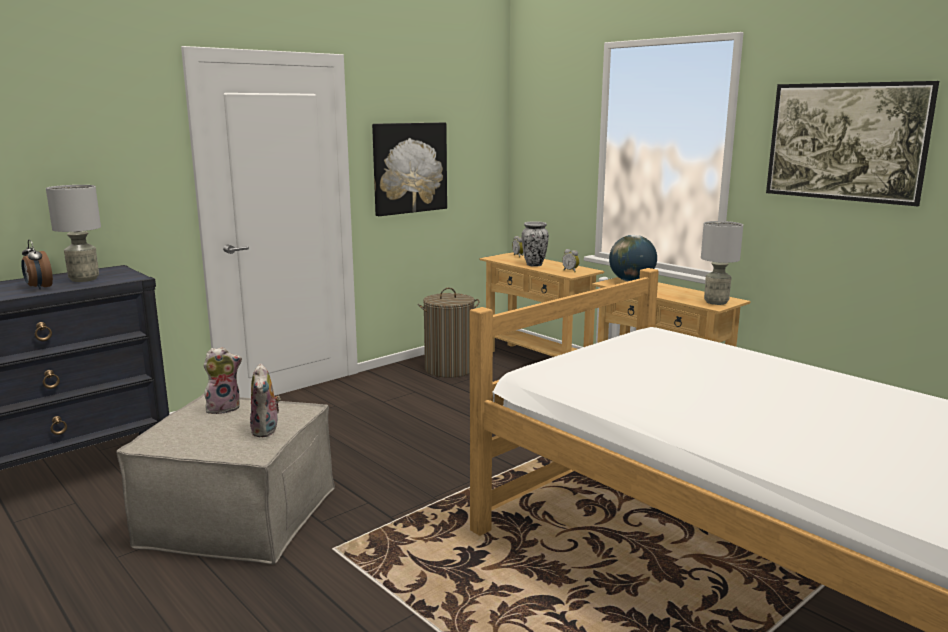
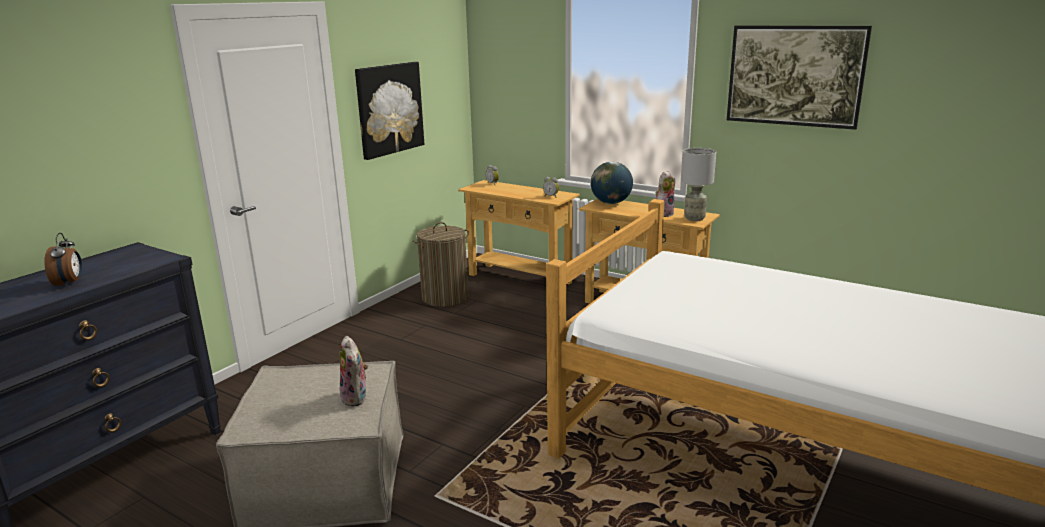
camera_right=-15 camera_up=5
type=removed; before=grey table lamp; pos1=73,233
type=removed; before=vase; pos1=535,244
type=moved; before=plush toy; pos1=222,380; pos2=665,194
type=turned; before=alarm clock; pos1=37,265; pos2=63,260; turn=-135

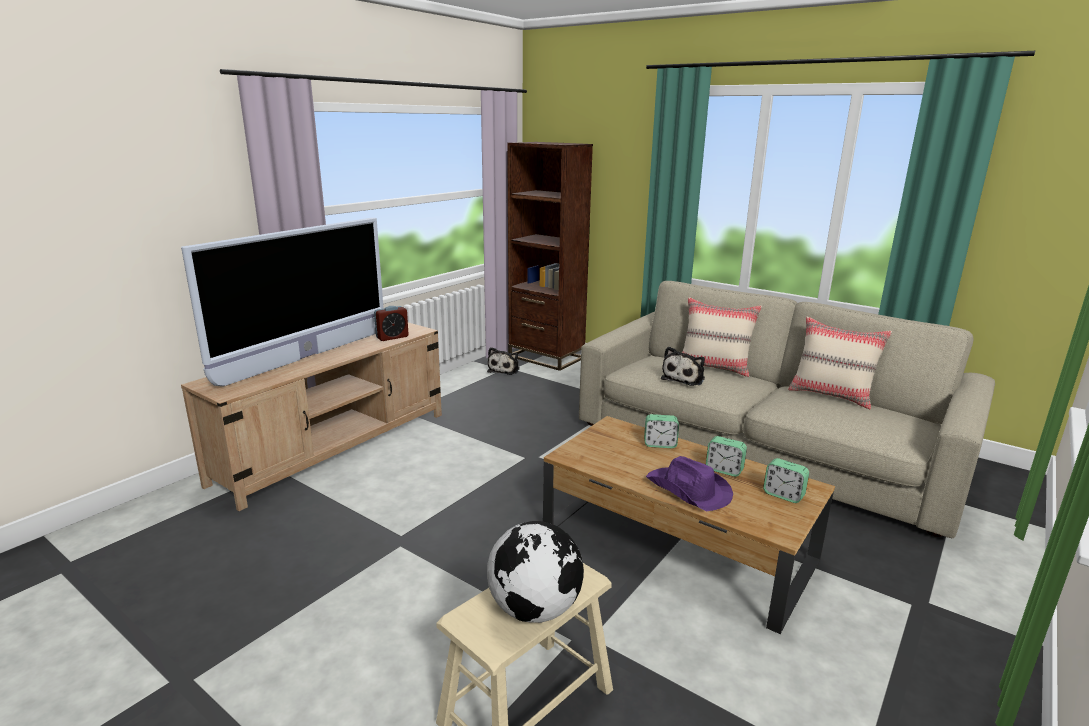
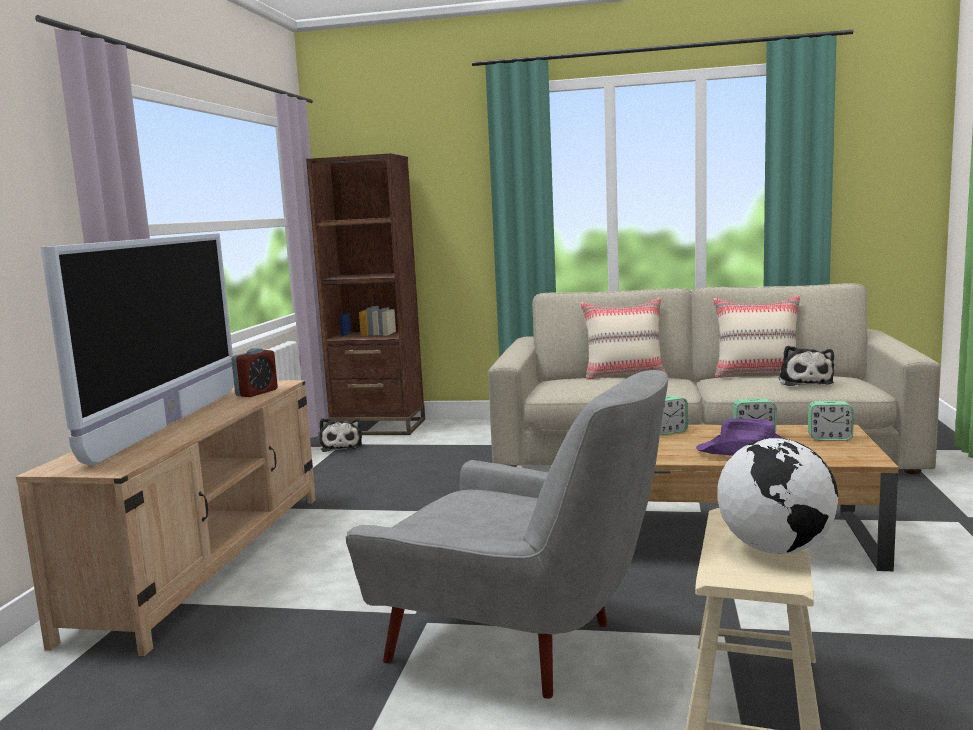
camera_right=-25 camera_up=-10
type=added; after=grey armchair; pos2=507,534
type=moved; before=plush toy; pos1=683,366; pos2=806,365

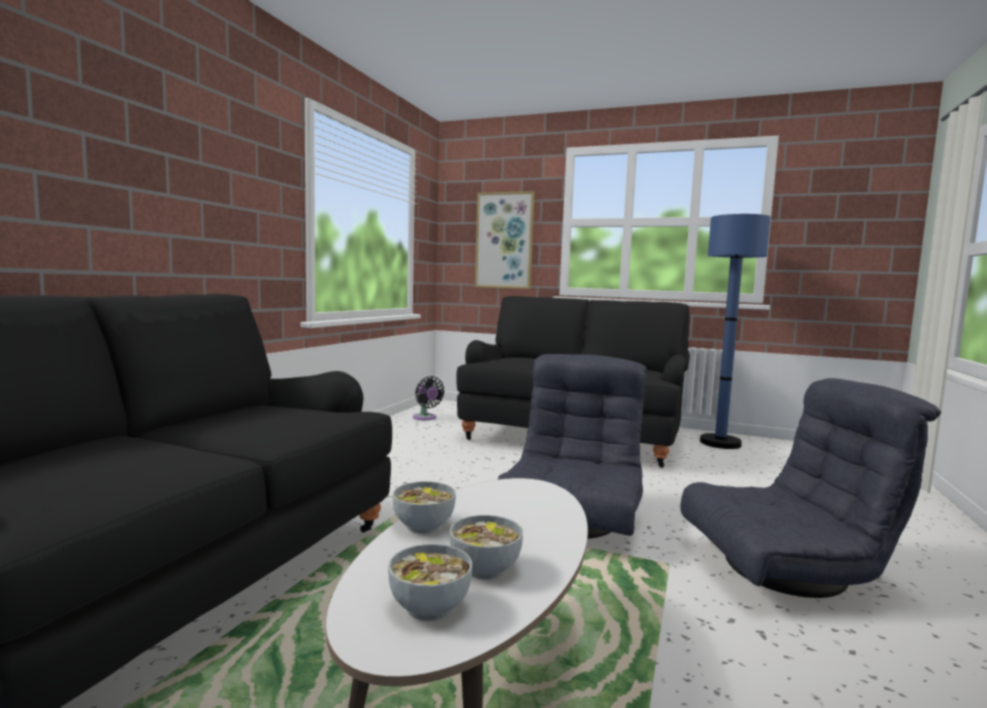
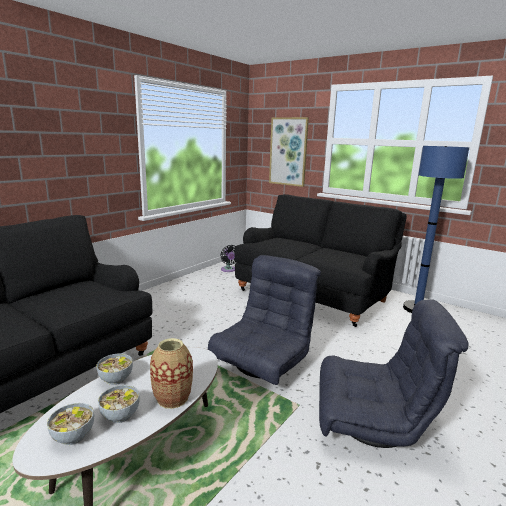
camera_right=15 camera_up=10
type=added; after=vase; pos2=171,373

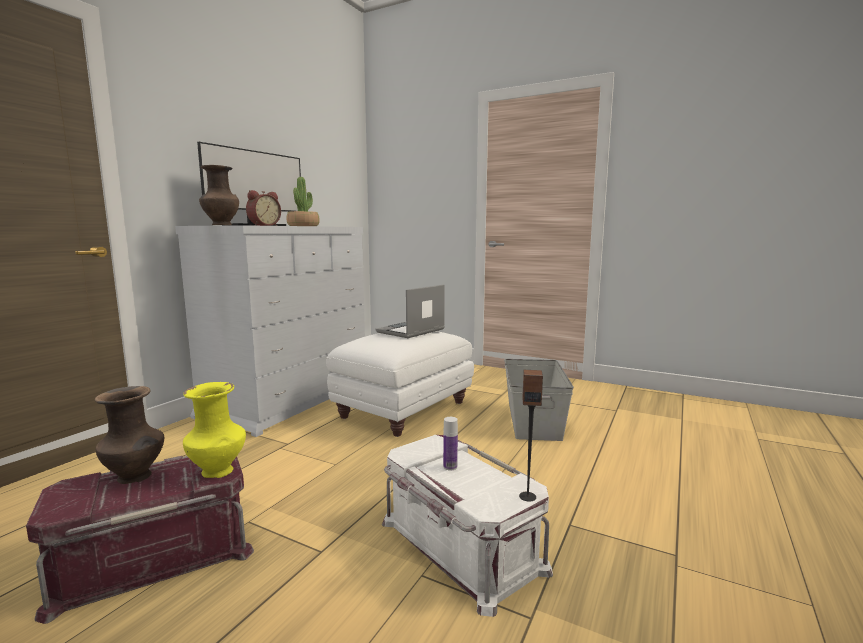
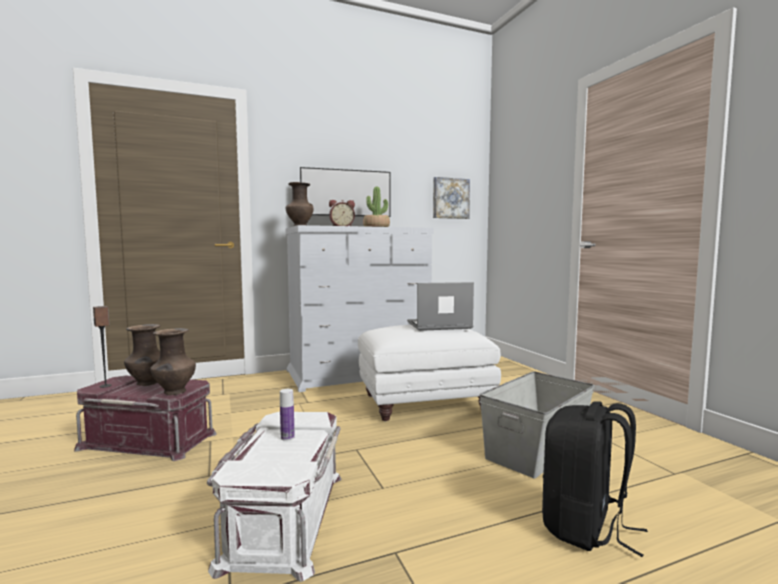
camera_right=40 camera_up=-5
type=added; after=picture; pos2=451,198
type=added; after=black backpack; pos2=595,479
type=moved; before=speaker; pos1=531,436; pos2=102,347
type=recoloured; before=yellow vase; after=brown vase; pos1=214,430; pos2=173,361

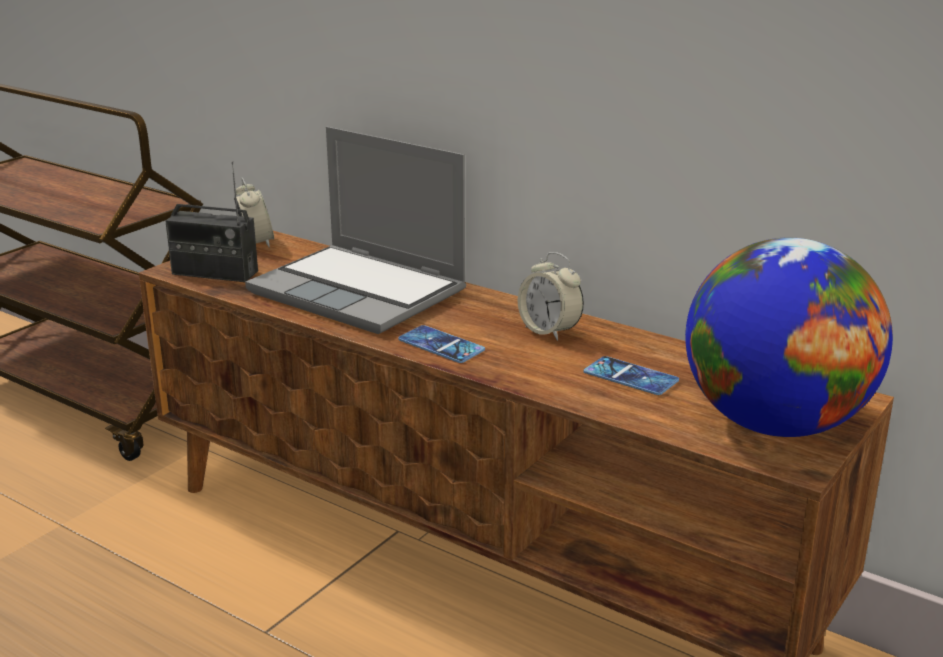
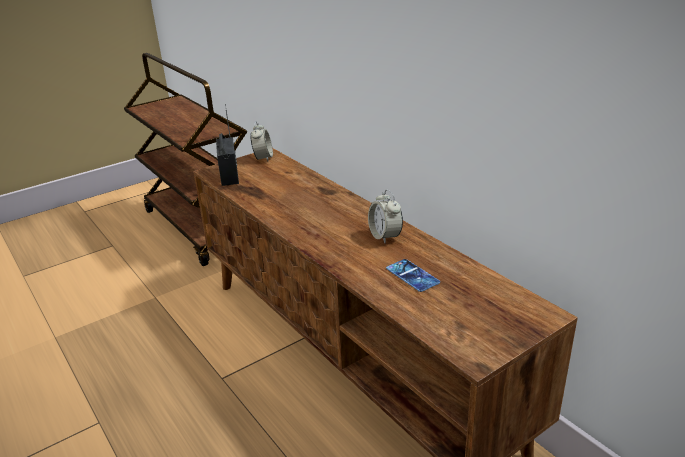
camera_right=20 camera_up=5
type=removed; before=laptop; pos1=355,230
type=removed; before=phone; pos1=441,344
type=removed; before=globe; pos1=789,337
type=turned; before=radio; pos1=211,221; pos2=227,145; turn=-135

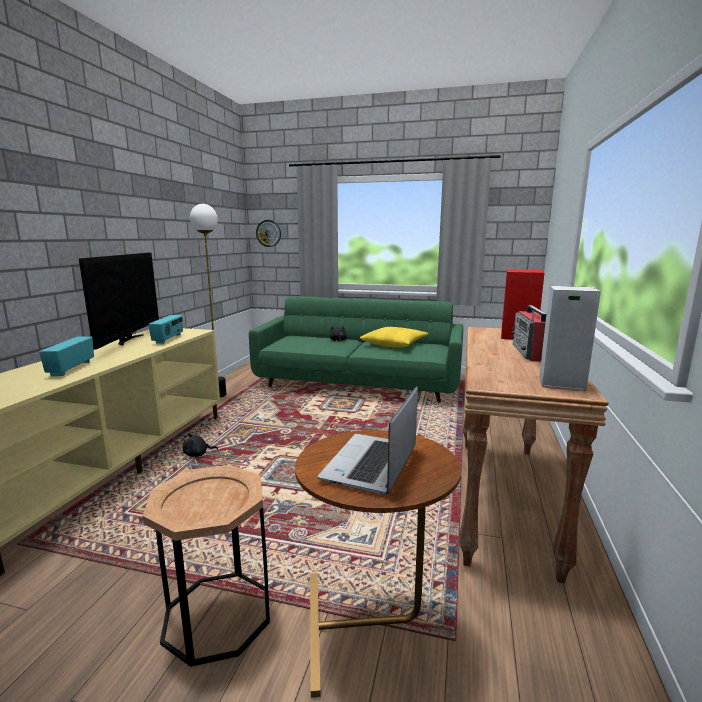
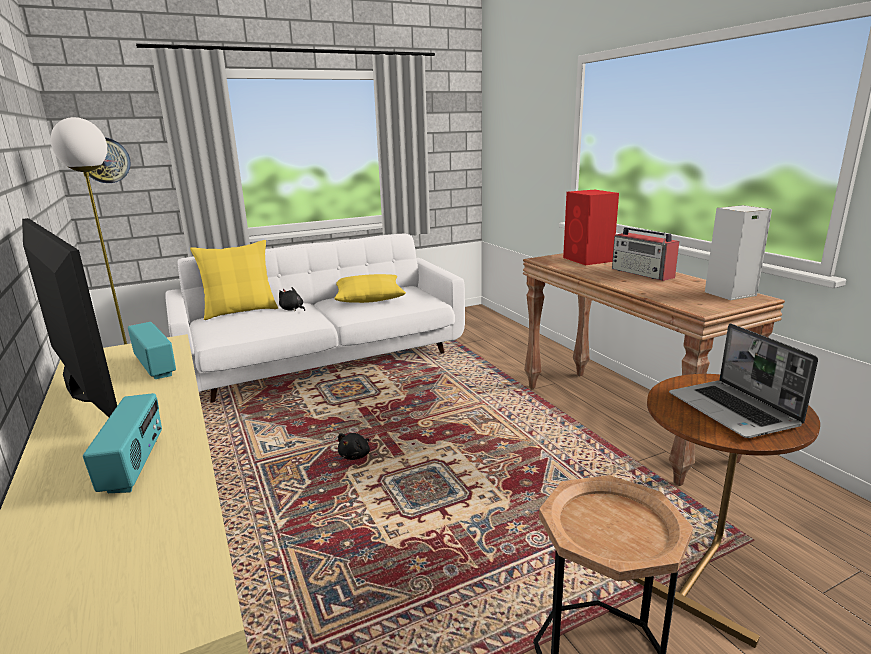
camera_right=-40 camera_up=5
type=added; after=yellow pillow; pos2=234,280
type=moved; before=black plush toy; pos1=200,445; pos2=354,446
type=recoloured; before=green sofa; after=white sofa; pos1=356,349; pos2=315,318
type=turned; before=radio; pos1=66,356; pos2=122,443; turn=-150

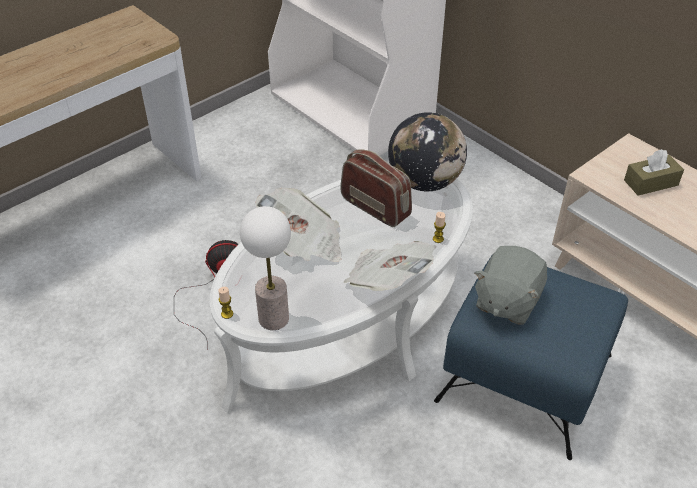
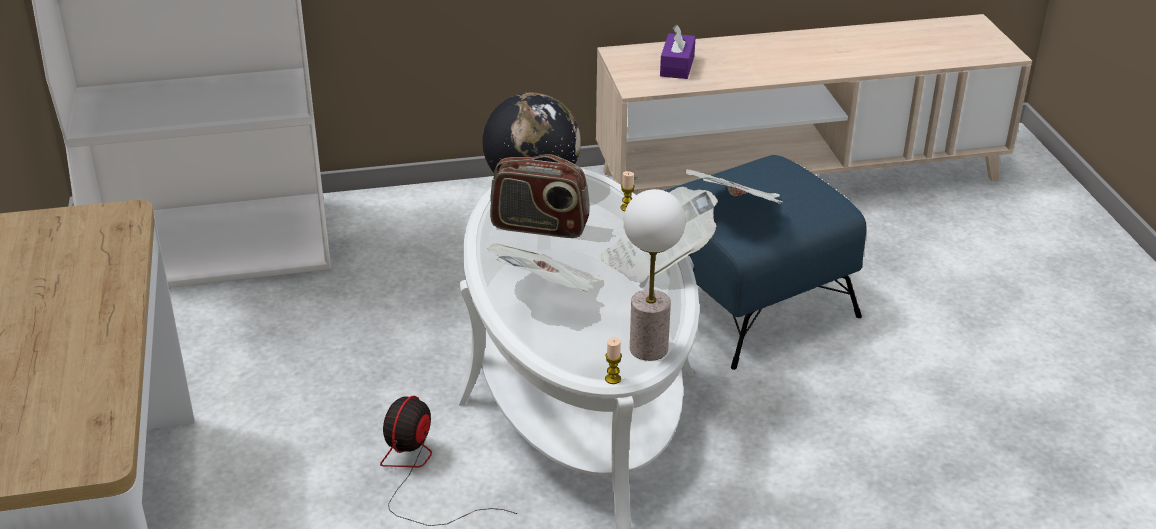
camera_right=-60 camera_up=-10
type=replaced; before=grey plush toy; after=newspaper; pos1=510,285; pos2=733,186
type=recoloured; before=brown tissue box; after=purple tissue box; pos1=654,172; pos2=678,52
type=turned; before=radio; pos1=376,188; pos2=540,196; turn=-150

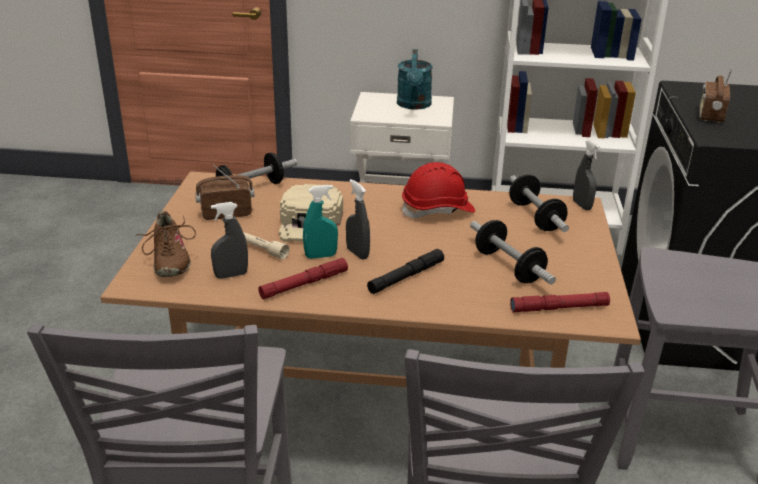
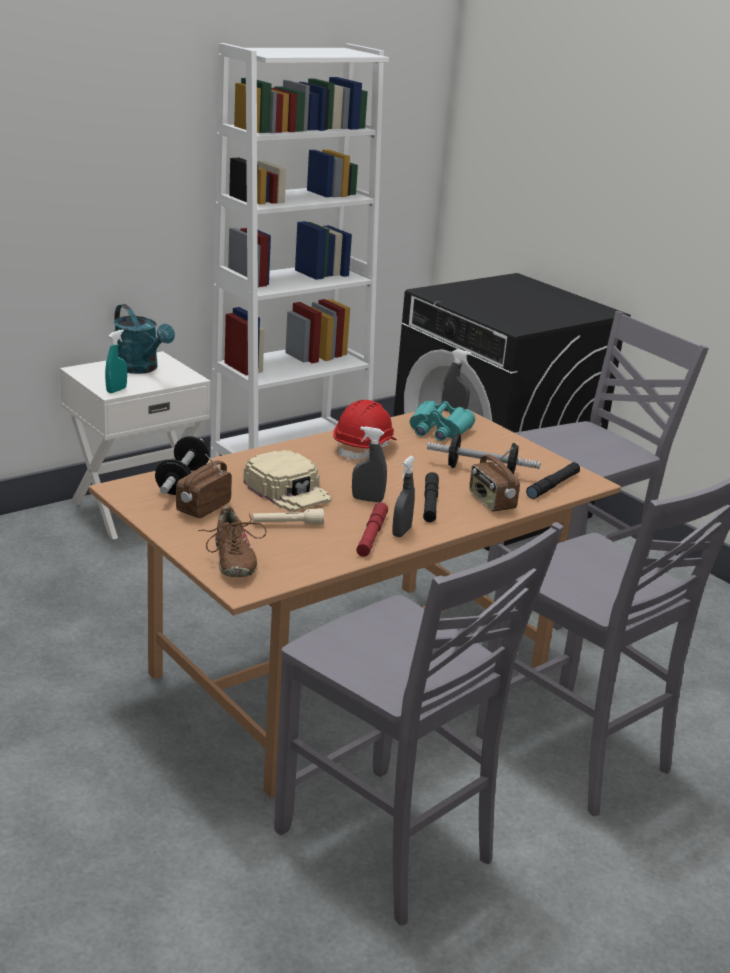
camera_right=-45 camera_up=-5
type=moved; before=grey spray bottle; pos1=229,240; pos2=403,496
type=moved; before=turquoise spray bottle; pos1=320,222; pos2=116,361
type=moved; before=radio; pos1=716,96; pos2=494,480
type=replaced; before=dumbbell; after=turquoise binoculars; pos1=539,203; pos2=442,421
type=recoloured; before=red flashlight; after=black flashlight; pos1=560,302; pos2=553,480
type=turned; before=brown shoe; pos1=165,244; pos2=232,541; turn=45

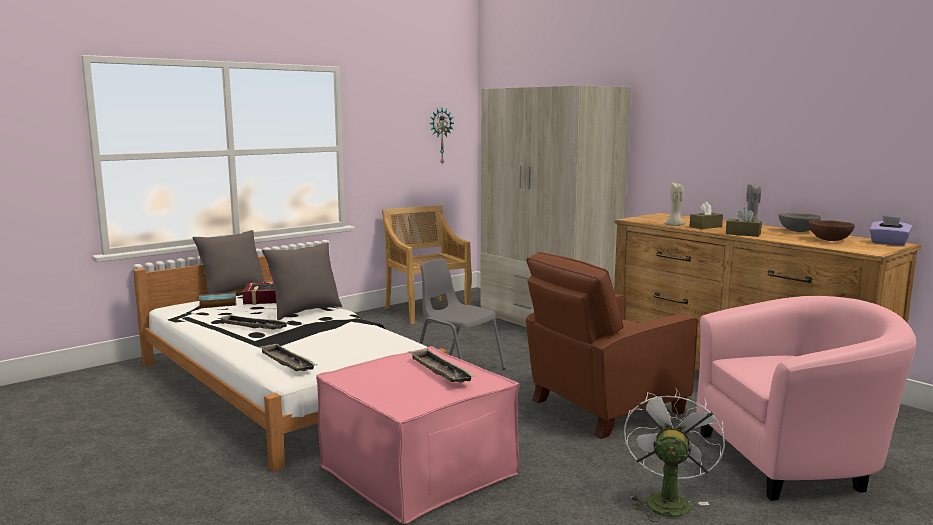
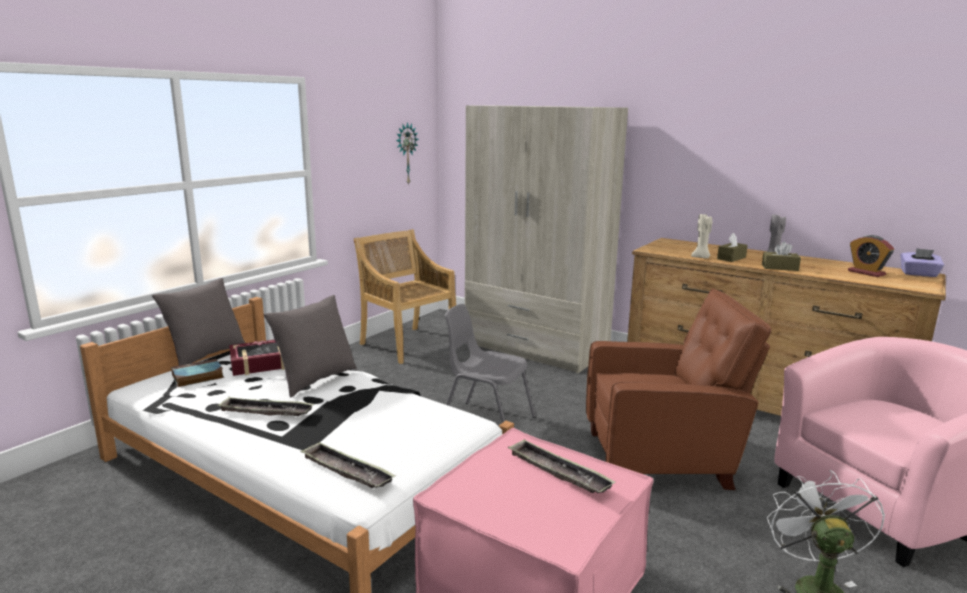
camera_right=-15 camera_up=5
type=removed; before=grey bowl; pos1=800,222
type=replaced; before=brown bowl; after=alarm clock; pos1=832,230; pos2=871,256
type=turned; before=brown armchair; pos1=612,345; pos2=678,389; turn=-135

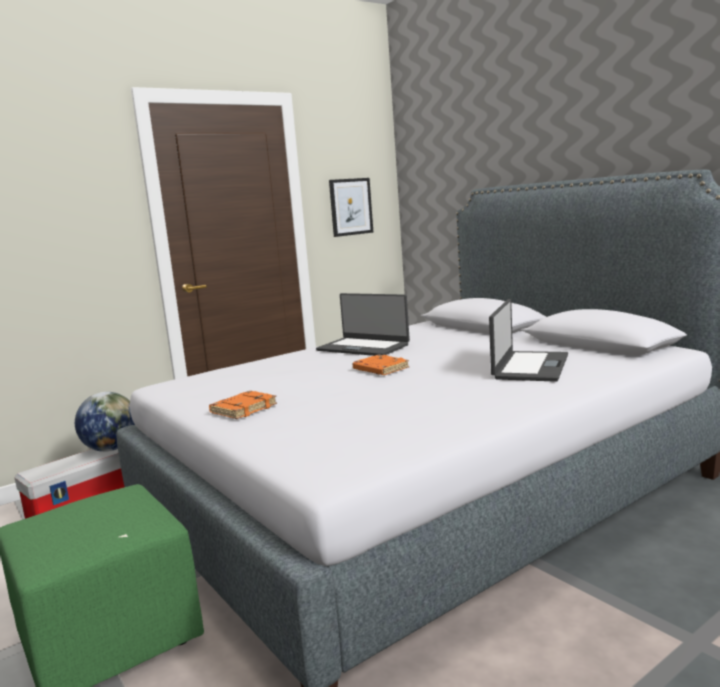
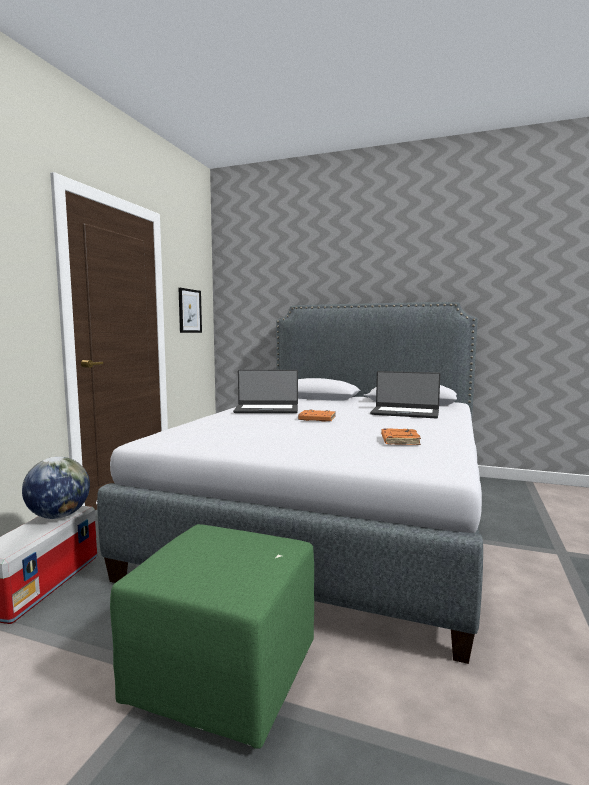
camera_right=-35 camera_up=-5
type=moved; before=orange book; pos1=243,405; pos2=401,436
type=turned; before=laptop; pos1=528,340; pos2=405,394; turn=120

